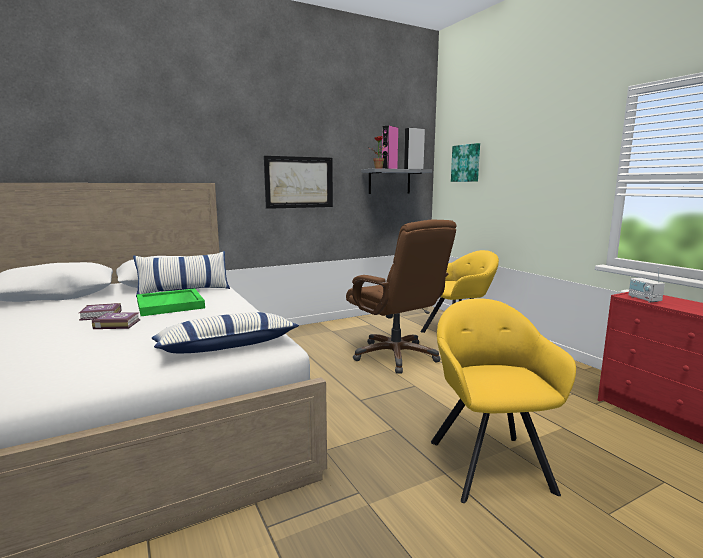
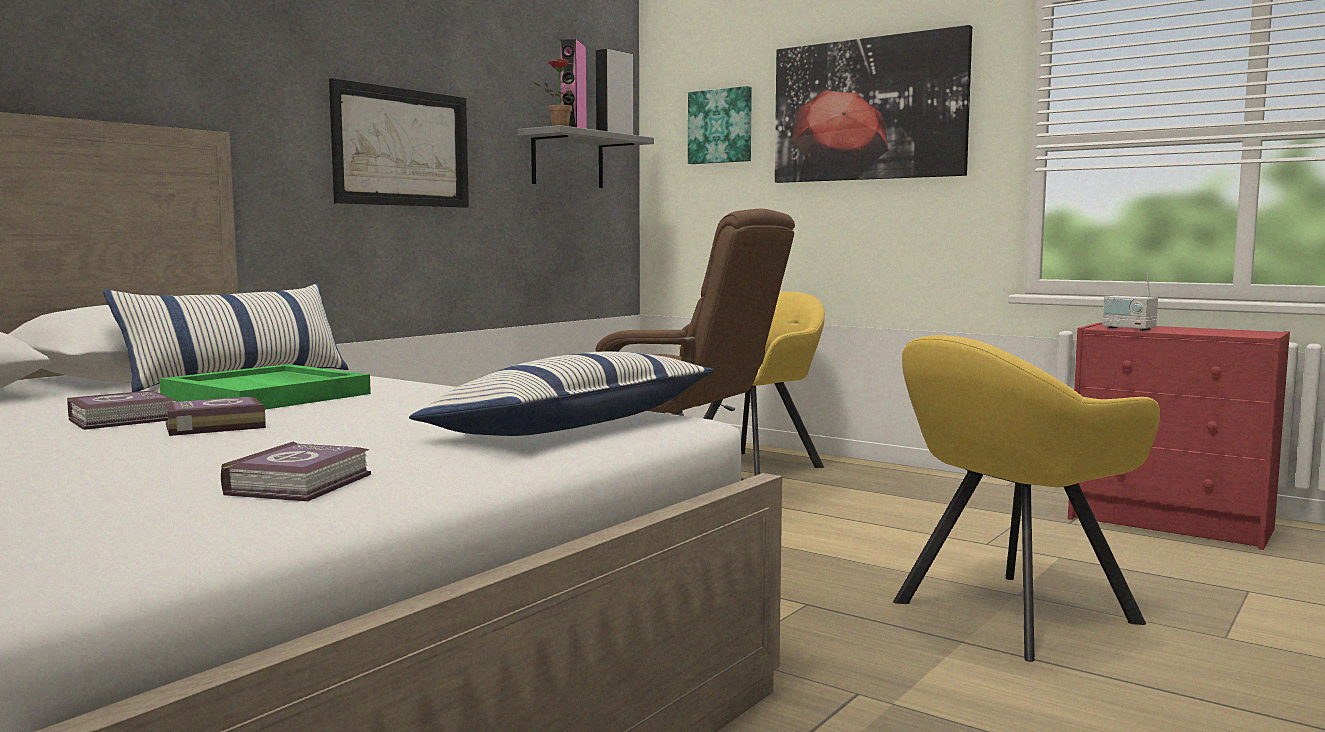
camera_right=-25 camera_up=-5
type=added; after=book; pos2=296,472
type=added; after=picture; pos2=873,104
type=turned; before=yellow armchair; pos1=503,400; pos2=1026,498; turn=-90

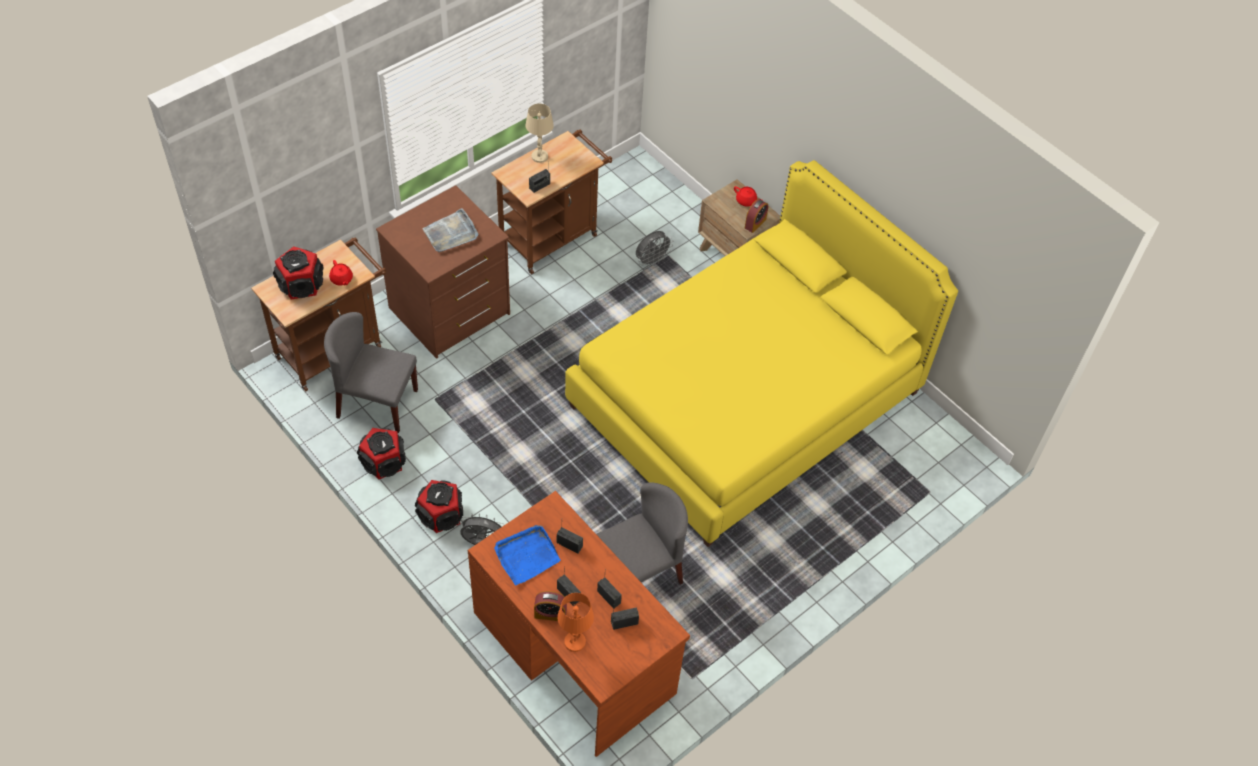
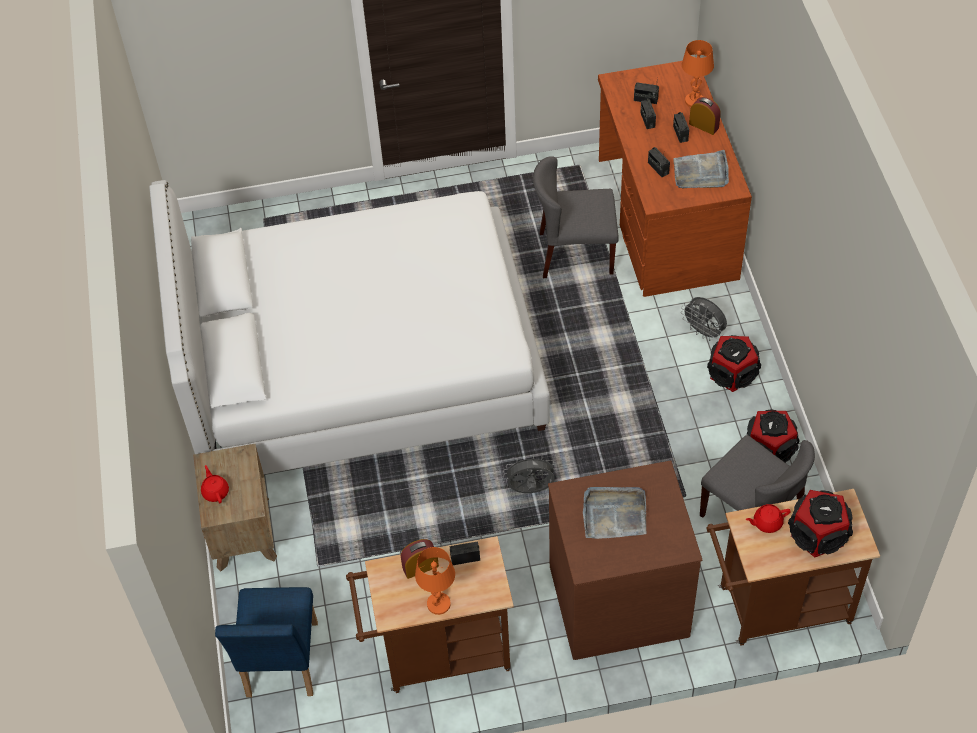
camera_right=-145 camera_up=0
type=added; after=blue chair; pos2=266,642
type=moved; before=grey fan; pos1=654,249; pos2=530,474
type=moved; before=alarm clock; pos1=756,216; pos2=420,559
type=recoloured; before=blue tray; after=grey tray; pos1=527,555; pos2=701,169
type=recoloured; before=beige table lamp; after=orange table lamp; pos1=539,133; pos2=435,581
type=recoloured; before=yellow bed; after=white bed; pos1=761,353; pos2=349,327
type=turned; before=red teapot; pos1=341,273; pos2=768,518; turn=-105

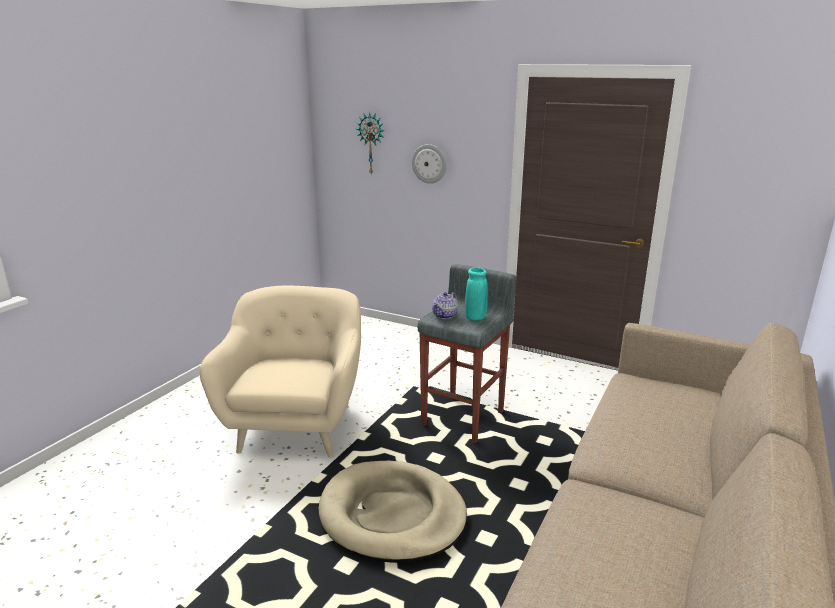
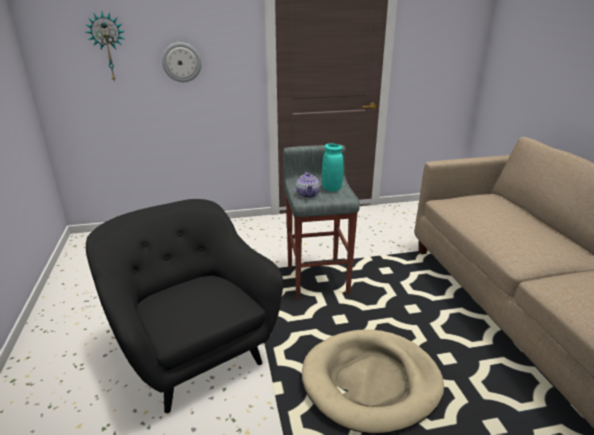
camera_right=-40 camera_up=5
type=recoloured; before=beige armchair; after=black armchair; pos1=280,371; pos2=184,306

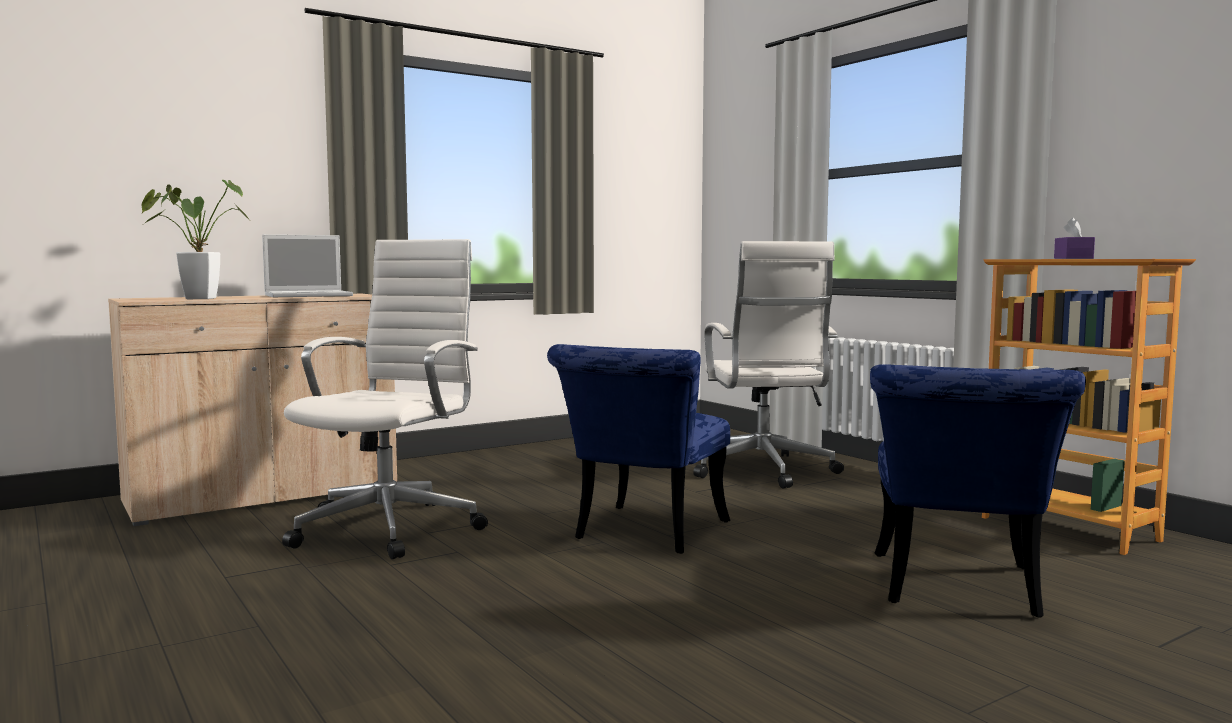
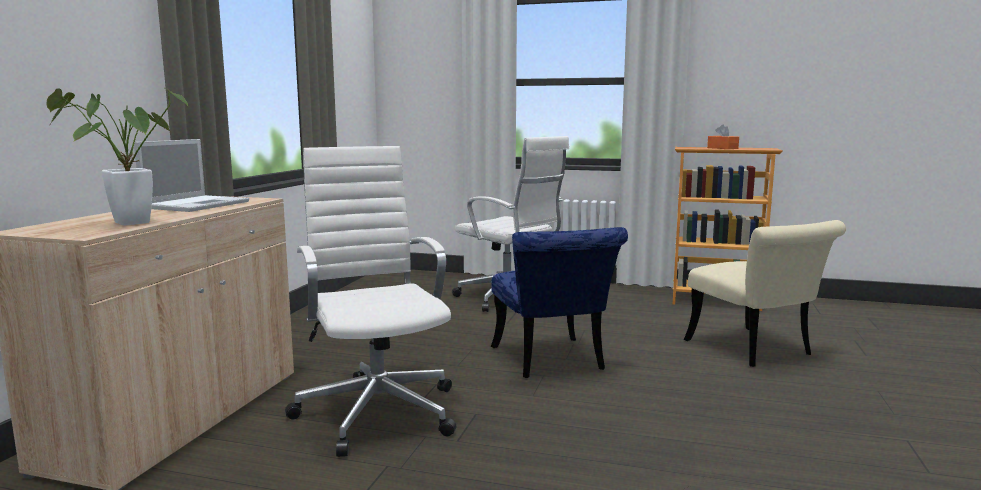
camera_right=-40 camera_up=5
type=recoloured; before=blue chair; after=beige chair; pos1=978,491; pos2=765,293
type=recoloured; before=purple tissue box; after=orange tissue box; pos1=1074,238; pos2=723,136

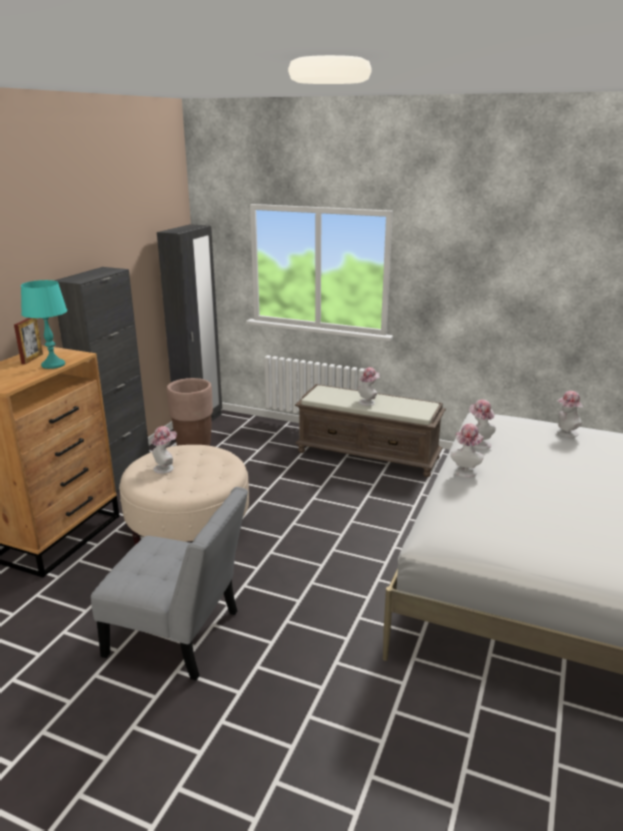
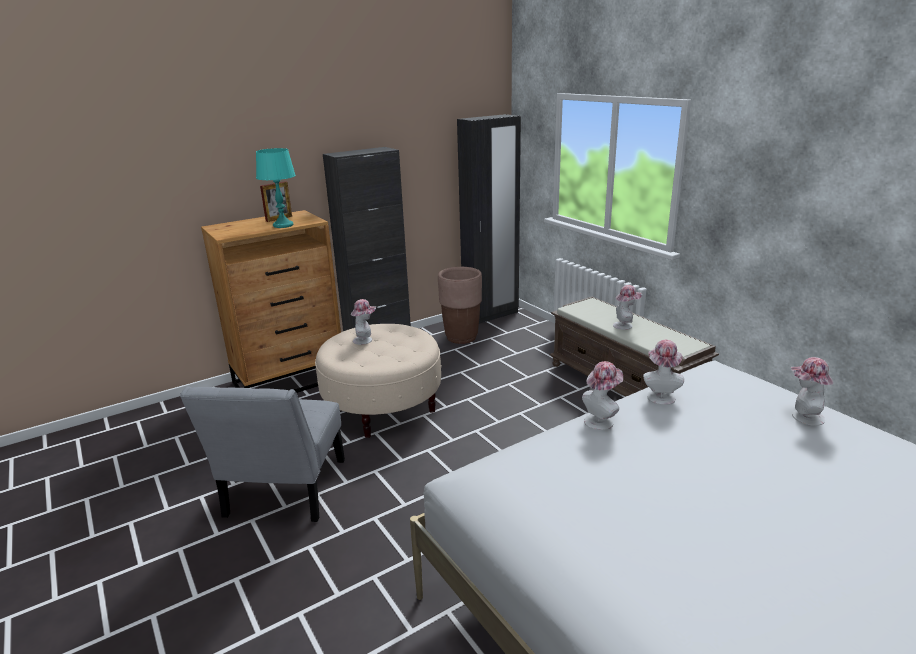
camera_right=35 camera_up=0
type=turned; before=grey chair; pos1=169,584; pos2=262,454; turn=45

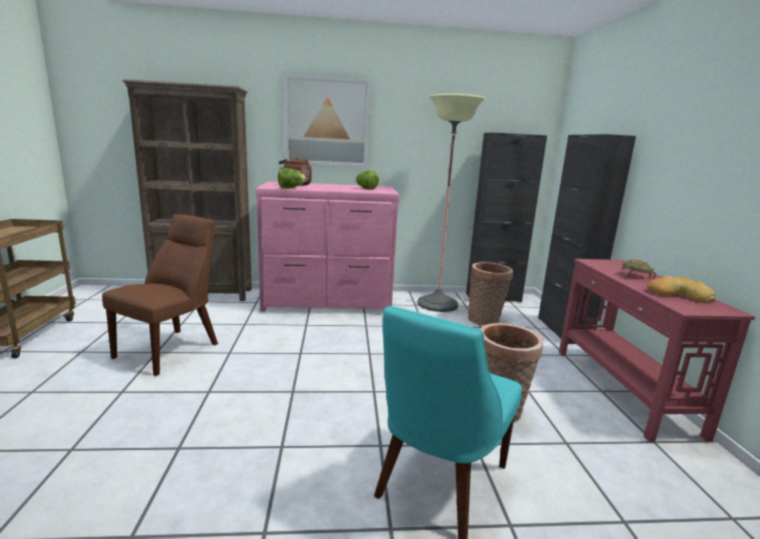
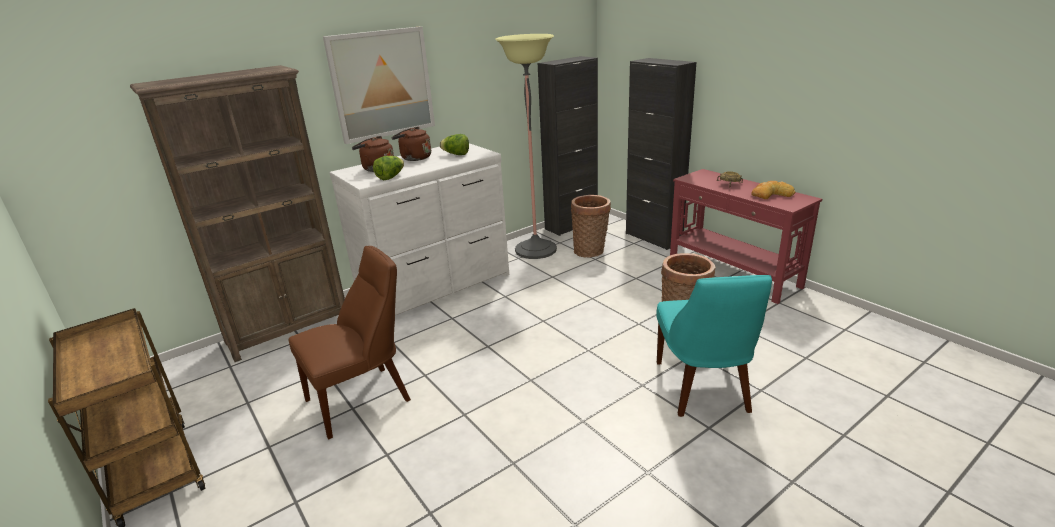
camera_right=-30 camera_up=10
type=added; after=brown kettle; pos2=411,144
type=recoloured; before=pink dresser; after=white dresser; pos1=327,246; pos2=419,229
type=turned; before=brown chair; pos1=160,295; pos2=349,343; turn=60

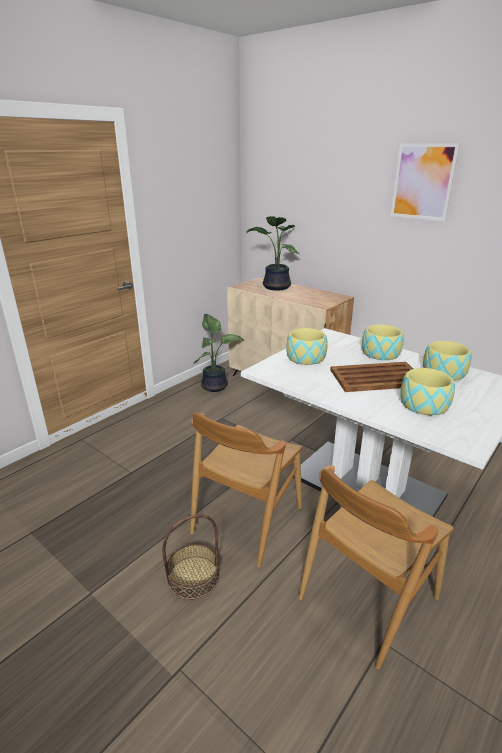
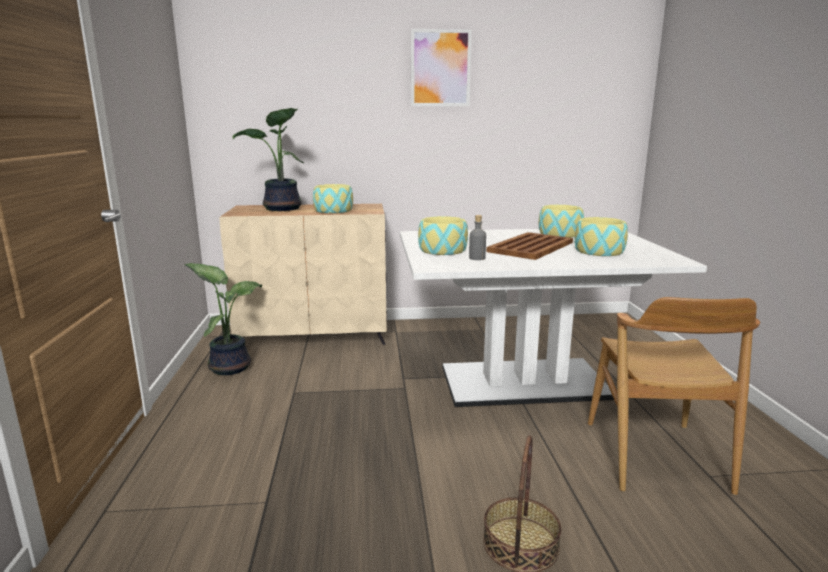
camera_right=-45 camera_up=-10
type=removed; before=brown chair; pos1=246,490
type=added; after=grey bottle; pos2=477,237
type=moved; before=bowl; pos1=383,342; pos2=333,198

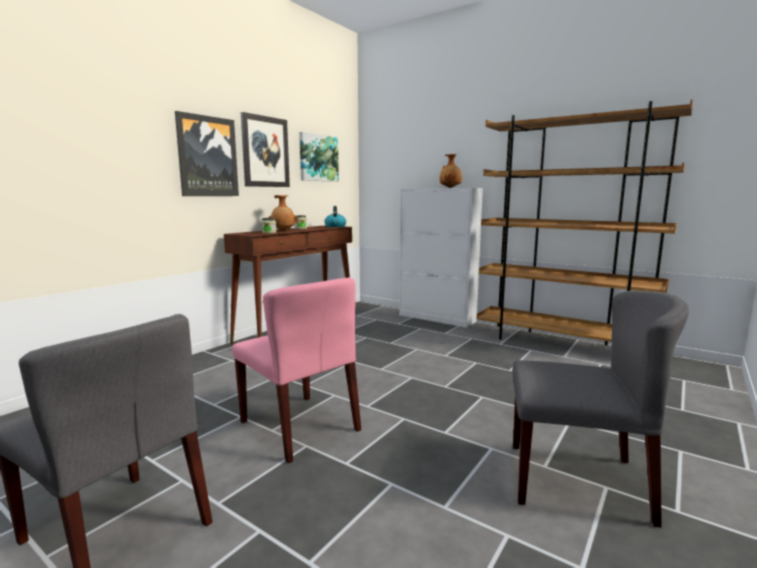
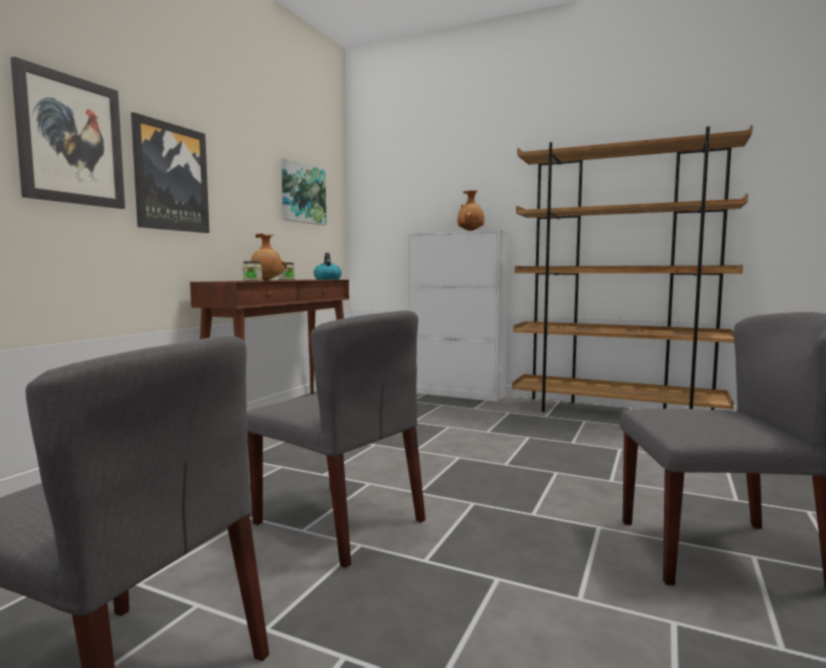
camera_right=-10 camera_up=-5
type=moved; before=picture; pos1=265,149; pos2=68,133
type=recoloured; before=pink chair; after=grey chair; pos1=296,370; pos2=335,439

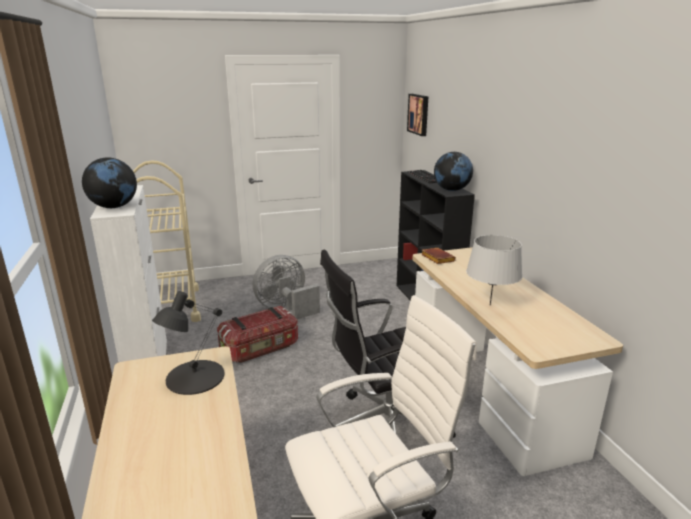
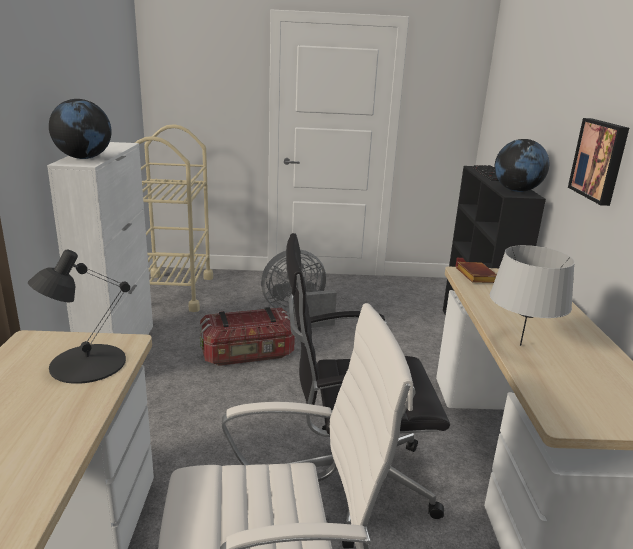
camera_right=15 camera_up=0
type=moved; before=picture; pos1=417,115; pos2=598,162

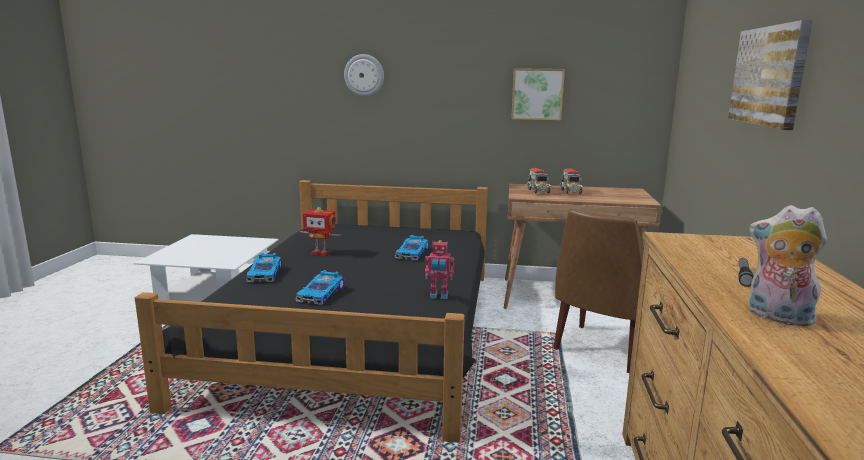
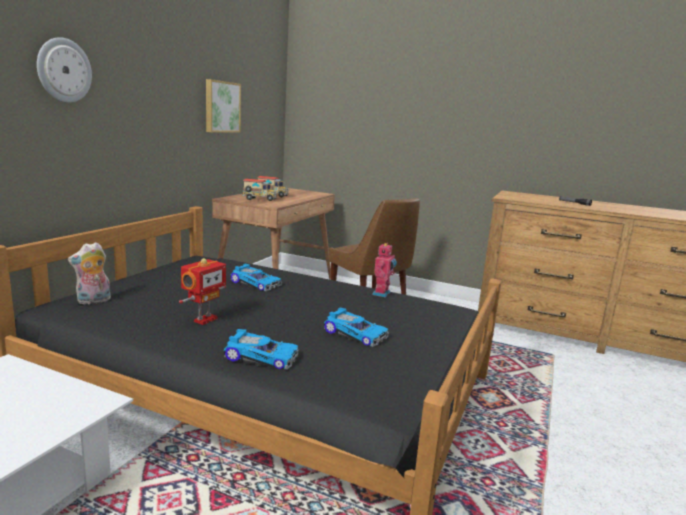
camera_right=-75 camera_up=0
type=removed; before=picture; pos1=770,75
type=moved; before=plush toy; pos1=788,265; pos2=89,273

